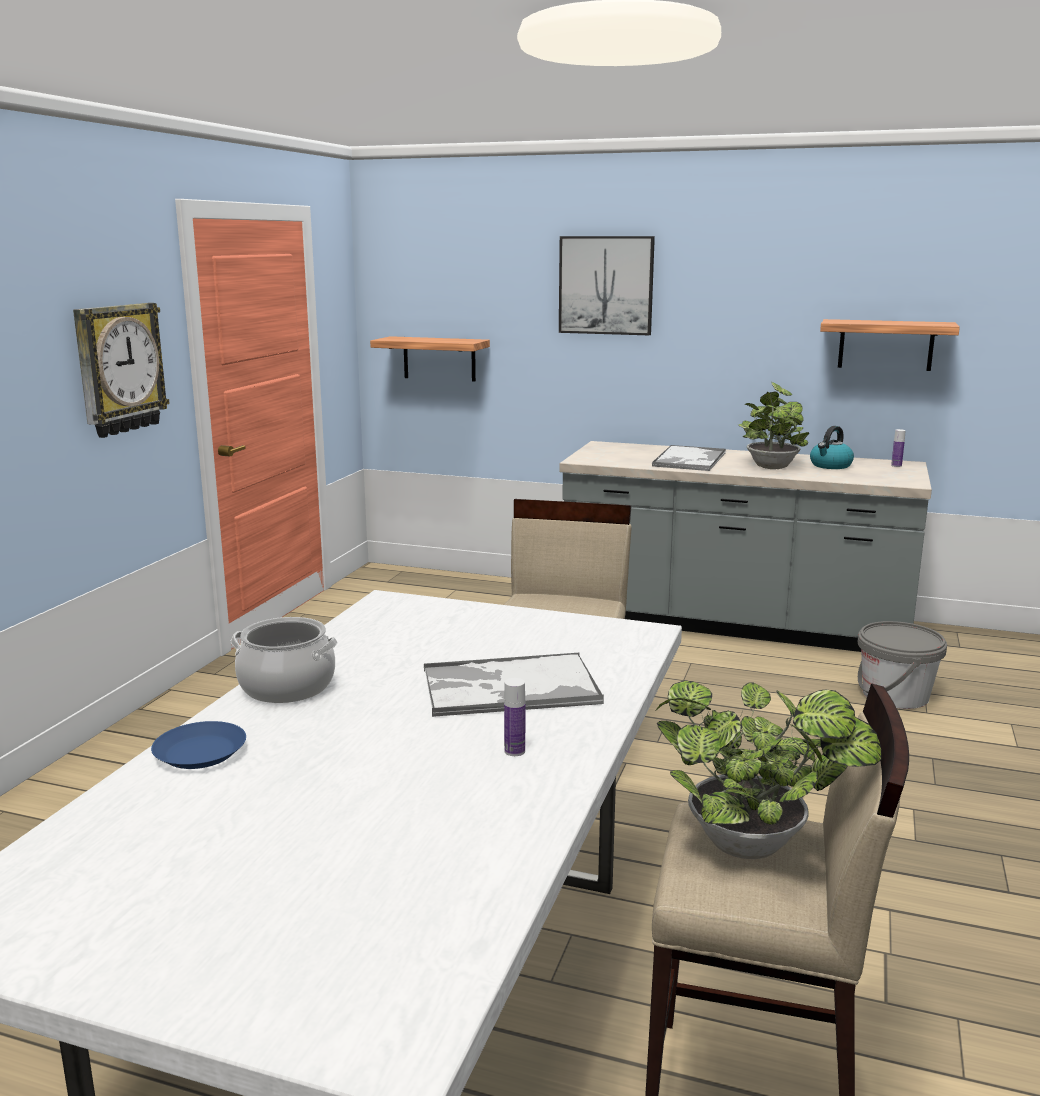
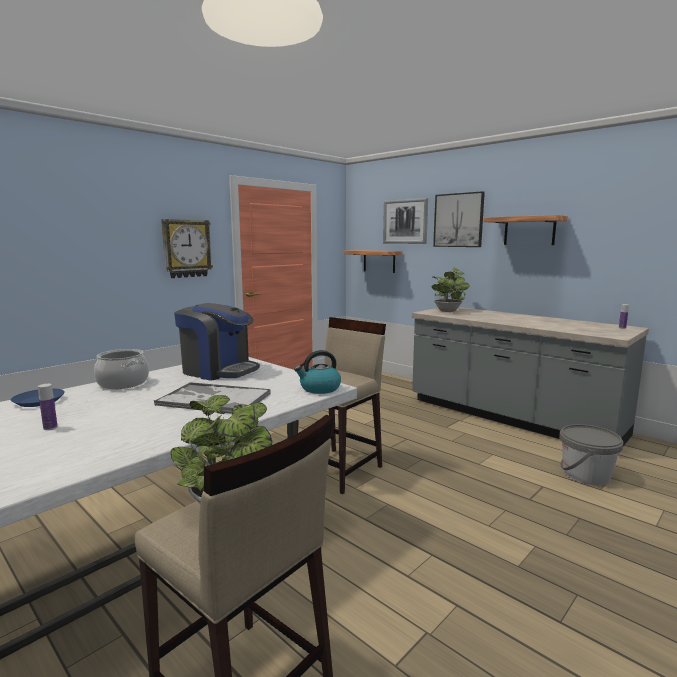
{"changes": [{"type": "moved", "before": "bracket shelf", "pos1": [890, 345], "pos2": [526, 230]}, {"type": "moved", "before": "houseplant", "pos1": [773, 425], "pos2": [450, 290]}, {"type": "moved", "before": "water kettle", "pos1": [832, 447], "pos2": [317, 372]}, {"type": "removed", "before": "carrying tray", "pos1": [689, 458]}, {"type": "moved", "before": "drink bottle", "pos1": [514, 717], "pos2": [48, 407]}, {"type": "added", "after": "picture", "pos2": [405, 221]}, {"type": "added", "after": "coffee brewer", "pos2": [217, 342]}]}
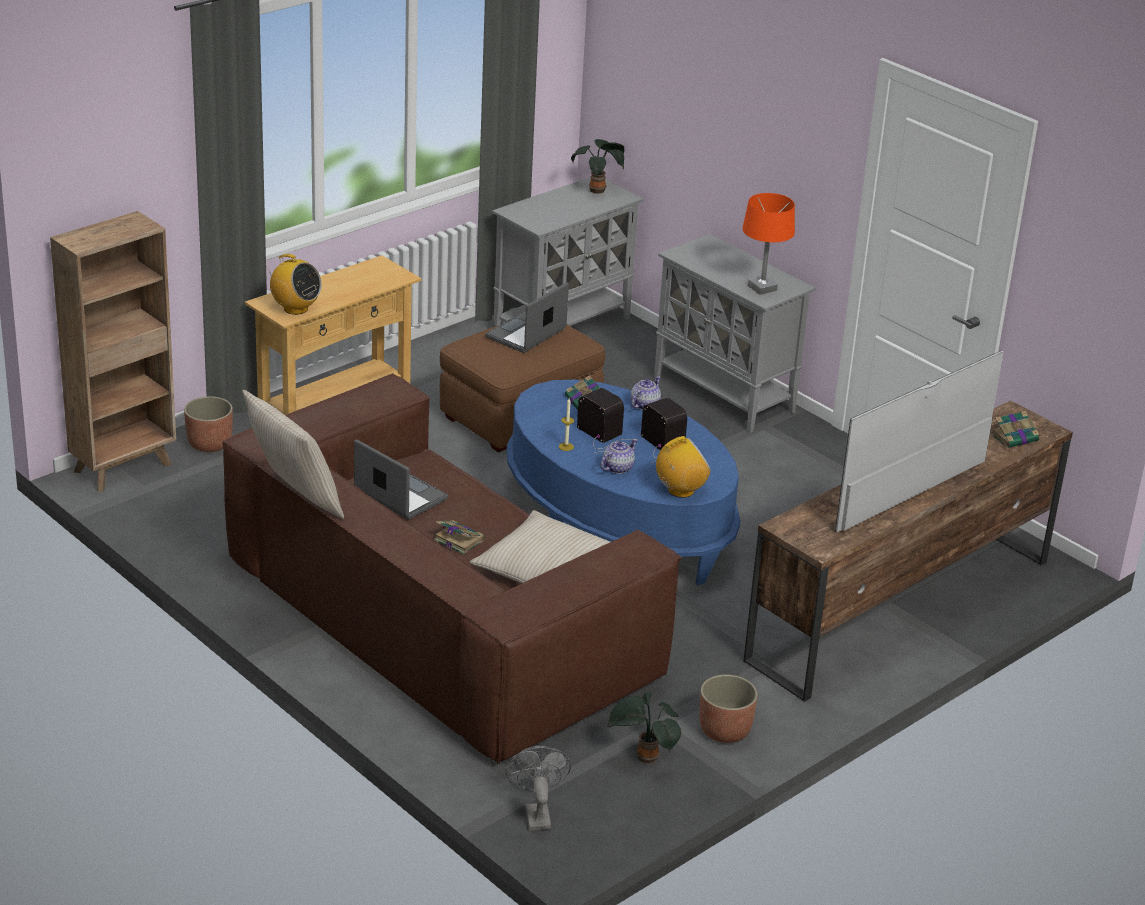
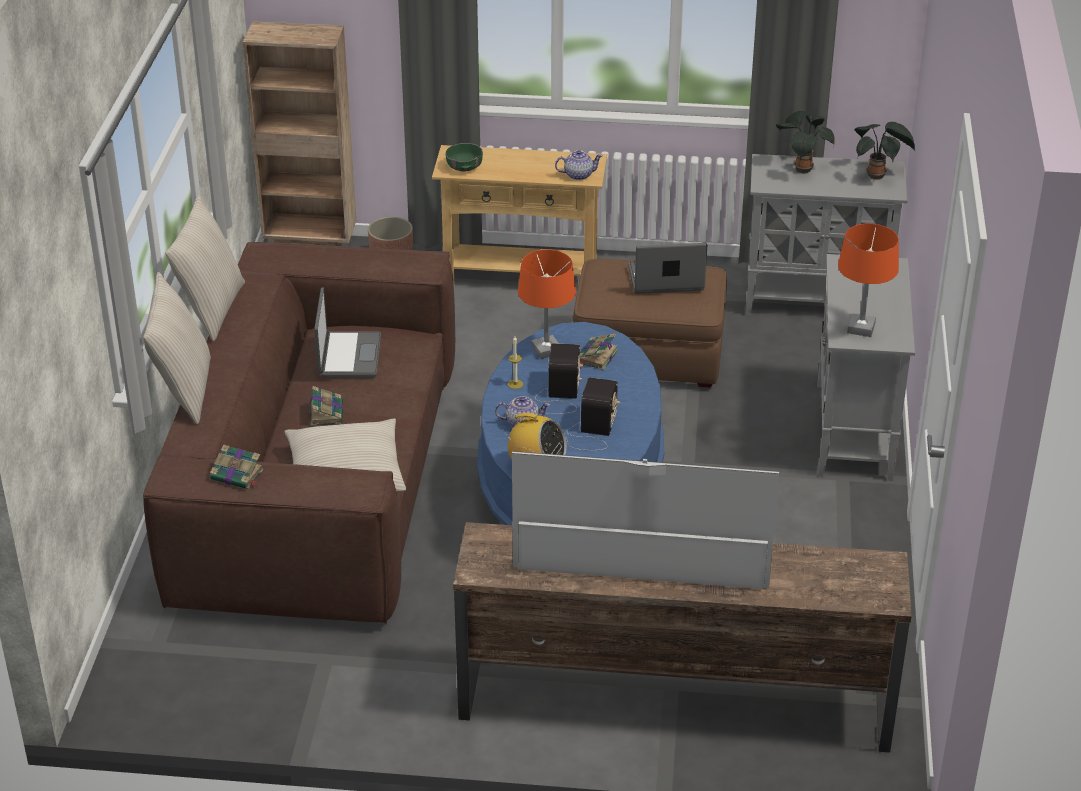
{"changes": [{"type": "replaced", "before": "radio set", "after": "greenish serving bowl", "pos1": [294, 284], "pos2": [464, 157]}, {"type": "moved", "before": "tea pot", "pos1": [646, 393], "pos2": [579, 165]}, {"type": "moved", "before": "bound book", "pos1": [1015, 429], "pos2": [237, 466]}, {"type": "removed", "before": "flower pot", "pos1": [728, 708]}, {"type": "moved", "before": "houseplant", "pos1": [644, 728], "pos2": [805, 142]}, {"type": "removed", "before": "greyish fan", "pos1": [538, 788]}, {"type": "added", "after": "orangey table lamp", "pos2": [547, 304]}, {"type": "added", "after": "beige-coloured cushion", "pos2": [177, 348]}]}
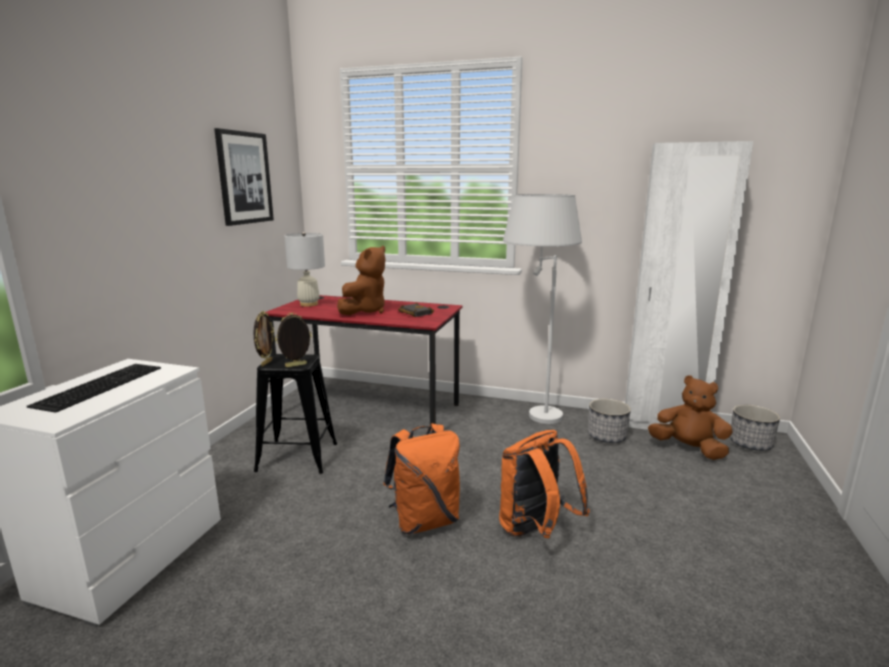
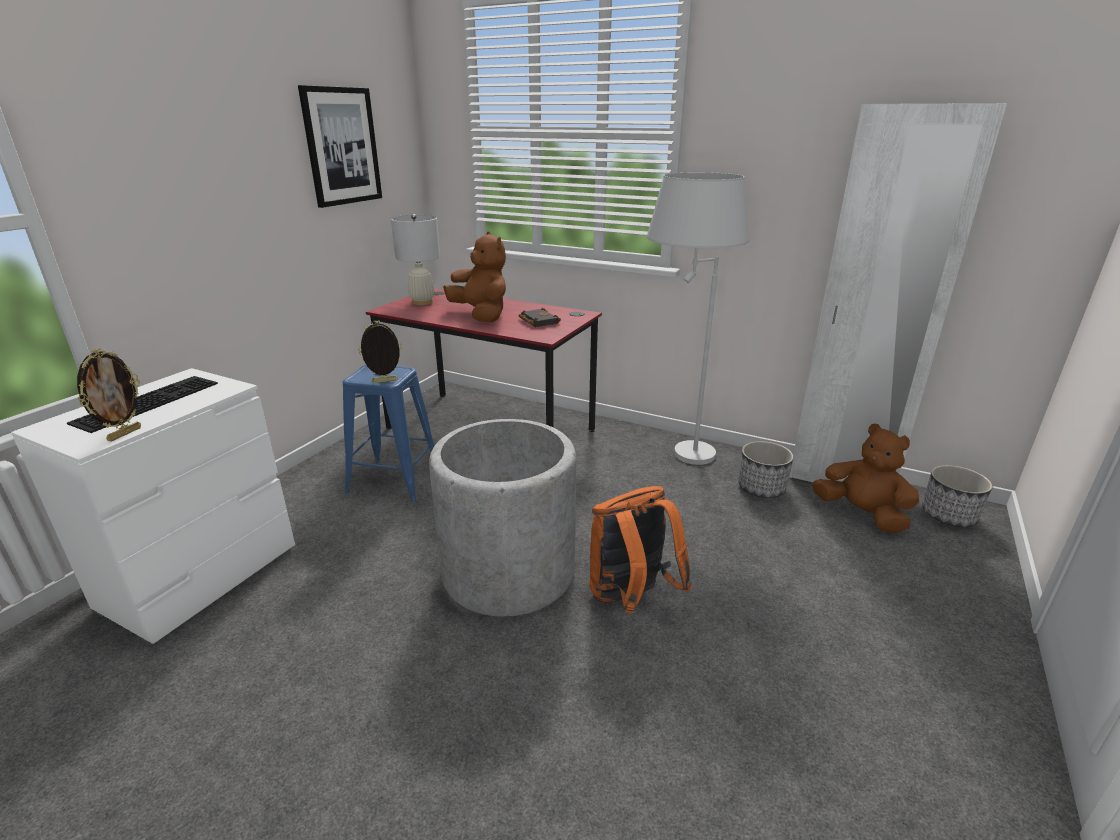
{"changes": [{"type": "turned", "before": "brown cuddly toy", "pos1": [361, 280], "pos2": [474, 276], "turn": -75}, {"type": "moved", "before": "photo frame", "pos1": [263, 339], "pos2": [109, 395]}, {"type": "recoloured", "before": "blackish stool", "after": "blue-coloured stool", "pos1": [295, 414], "pos2": [388, 433]}, {"type": "replaced", "before": "orangey backpack", "after": "greyish flower pot", "pos1": [421, 479], "pos2": [502, 518]}]}
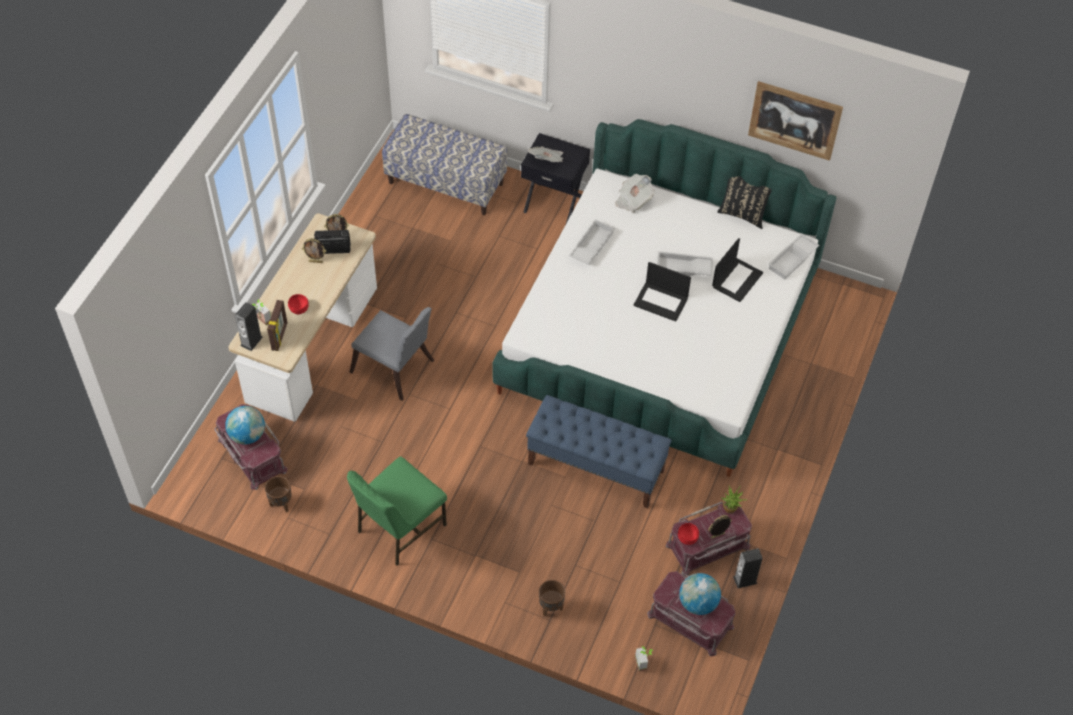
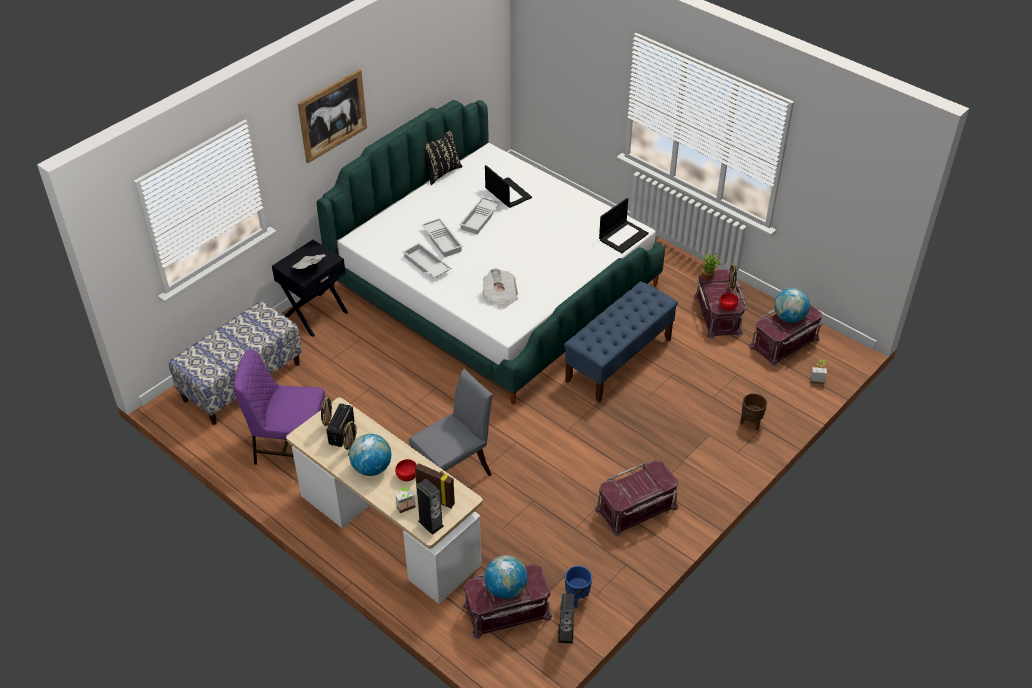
{"changes": [{"type": "moved", "before": "picture", "pos1": [795, 121], "pos2": [332, 116]}, {"type": "moved", "before": "newspaper", "pos1": [634, 193], "pos2": [500, 289]}, {"type": "moved", "before": "white carrying tray", "pos1": [794, 256], "pos2": [442, 237]}, {"type": "moved", "before": "portable computer", "pos1": [662, 291], "pos2": [624, 225]}, {"type": "replaced", "before": "greenish chair", "after": "red-coloured storage container", "pos1": [397, 511], "pos2": [636, 498]}, {"type": "recoloured", "before": "brown flower pot", "after": "blue-coloured flower pot", "pos1": [278, 494], "pos2": [578, 587]}, {"type": "moved", "before": "loudspeaker", "pos1": [748, 568], "pos2": [566, 618]}, {"type": "added", "after": "purple chair", "pos2": [279, 407]}, {"type": "added", "after": "globe", "pos2": [370, 455]}]}
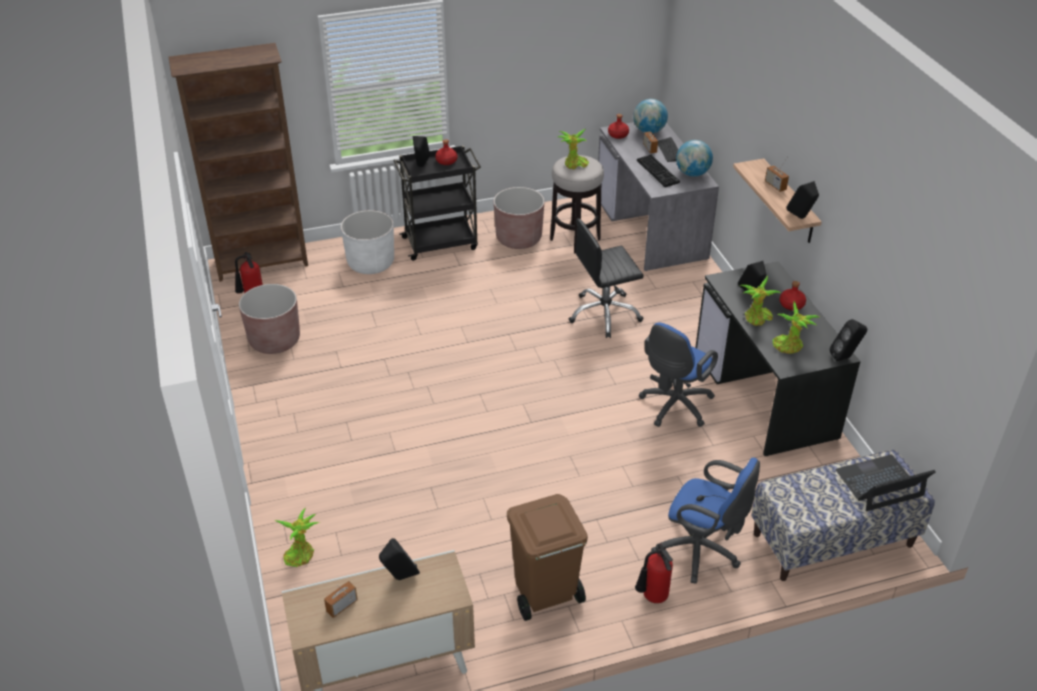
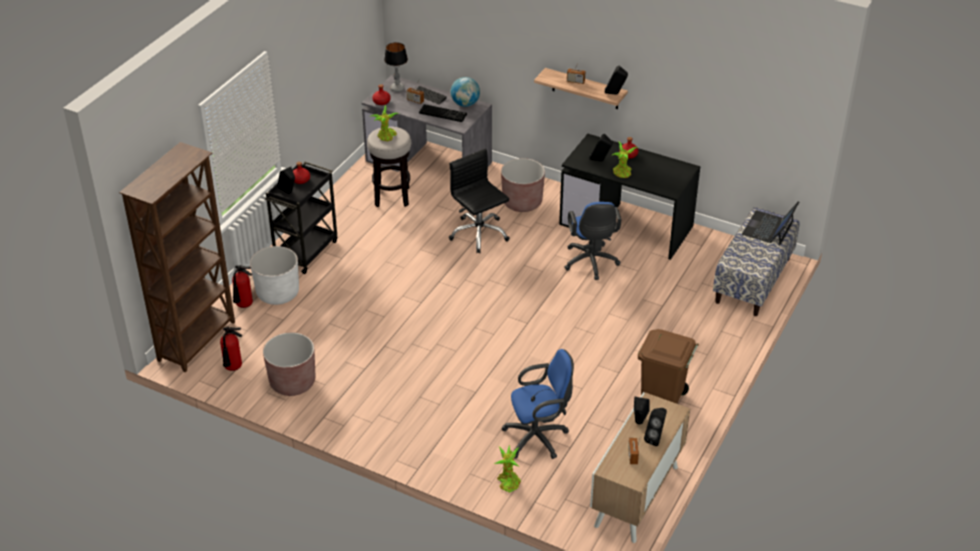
{"changes": [{"type": "replaced", "before": "globe", "after": "table lamp", "pos1": [650, 116], "pos2": [396, 67]}, {"type": "moved", "before": "brown flower pot", "pos1": [519, 218], "pos2": [523, 185]}, {"type": "turned", "before": "blackish desk chair", "pos1": [606, 278], "pos2": [479, 201], "turn": 120}, {"type": "removed", "before": "houseplant", "pos1": [796, 327]}, {"type": "moved", "before": "blackish loudspeaker", "pos1": [848, 340], "pos2": [655, 427]}, {"type": "moved", "before": "blue-coloured desk chair", "pos1": [705, 520], "pos2": [538, 404]}, {"type": "moved", "before": "fire extinguisher", "pos1": [654, 573], "pos2": [242, 286]}]}
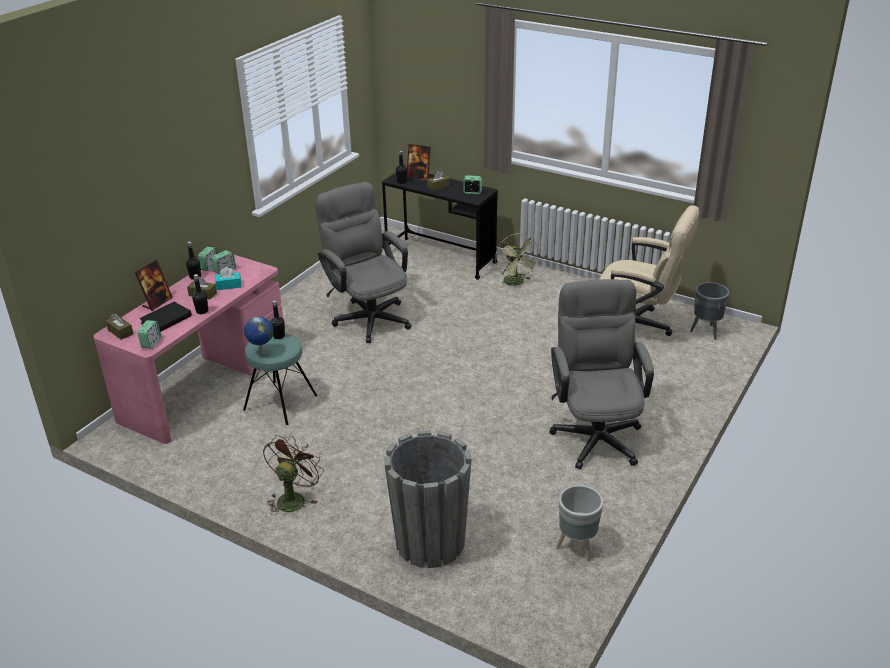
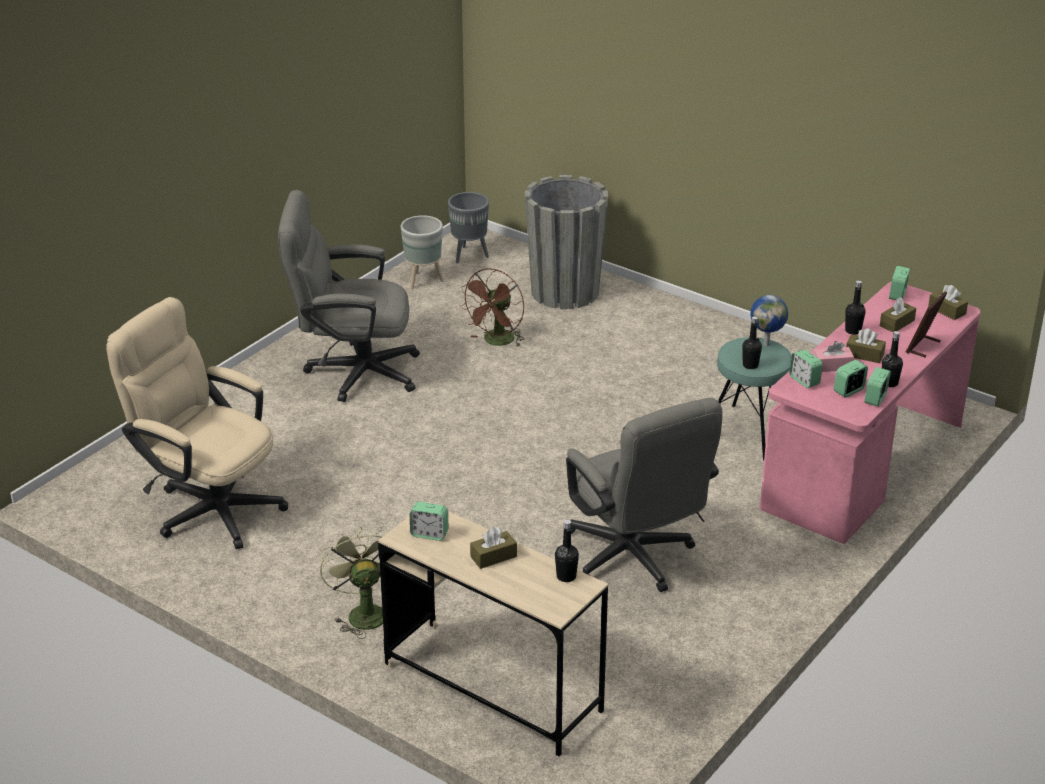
{"changes": [{"type": "removed", "before": "photo frame", "pos1": [419, 162]}, {"type": "recoloured", "before": "blackish desk", "after": "beige-coloured desk", "pos1": [440, 226], "pos2": [493, 629]}, {"type": "recoloured", "before": "blue-green tissue box", "after": "pinkish tissue box", "pos1": [228, 278], "pos2": [834, 356]}, {"type": "turned", "before": "greyish desk chair", "pos1": [601, 374], "pos2": [349, 296], "turn": 90}, {"type": "moved", "before": "greyish flower pot", "pos1": [709, 311], "pos2": [468, 227]}, {"type": "replaced", "before": "blackish bound book", "after": "brown tissue box", "pos1": [166, 317], "pos2": [898, 314]}, {"type": "moved", "before": "brown fan", "pos1": [293, 475], "pos2": [492, 307]}, {"type": "added", "after": "alarm clock", "pos2": [806, 369]}]}
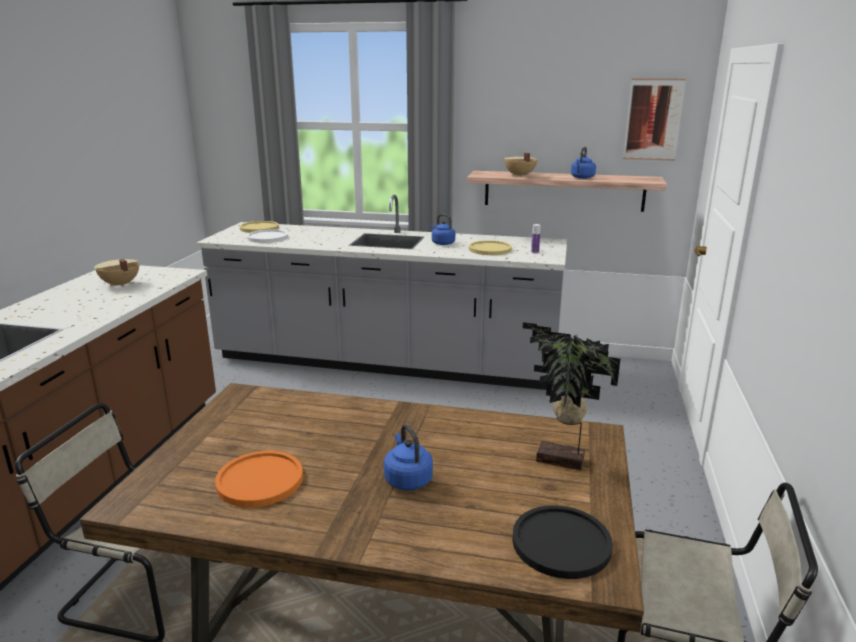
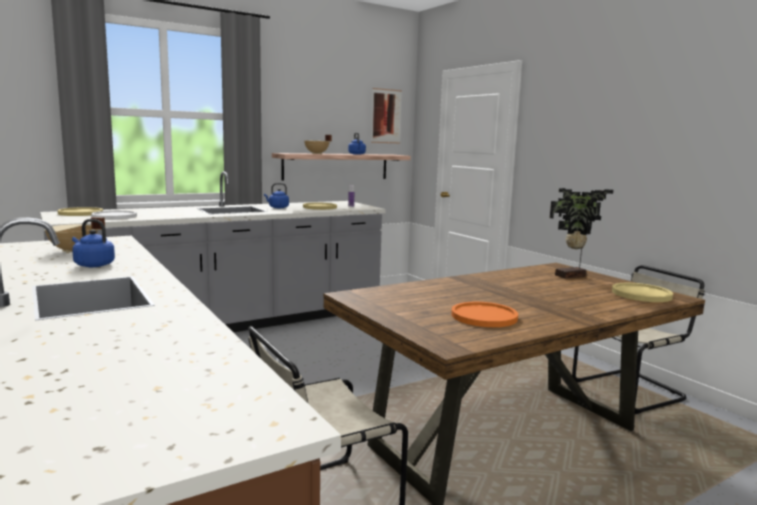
{"changes": [{"type": "moved", "before": "blue-coloured water kettle", "pos1": [408, 457], "pos2": [93, 243]}, {"type": "recoloured", "before": "blackish plate", "after": "yellow-coloured plate", "pos1": [562, 542], "pos2": [642, 292]}]}
